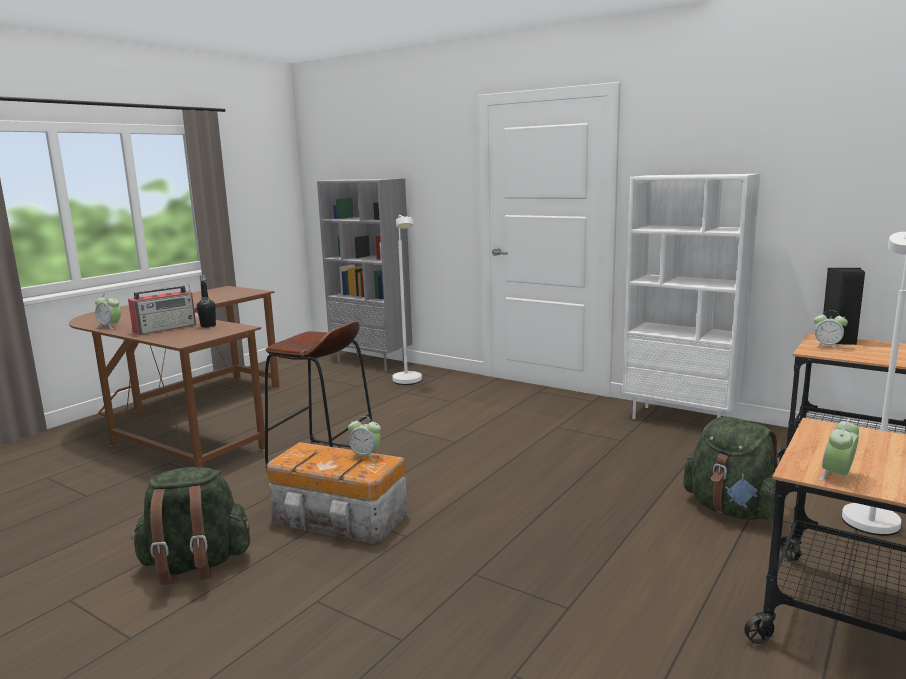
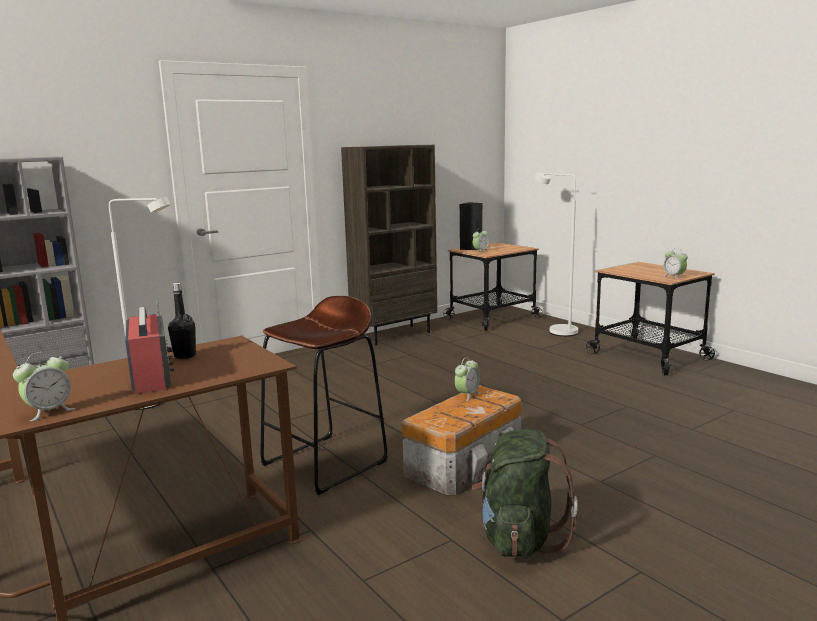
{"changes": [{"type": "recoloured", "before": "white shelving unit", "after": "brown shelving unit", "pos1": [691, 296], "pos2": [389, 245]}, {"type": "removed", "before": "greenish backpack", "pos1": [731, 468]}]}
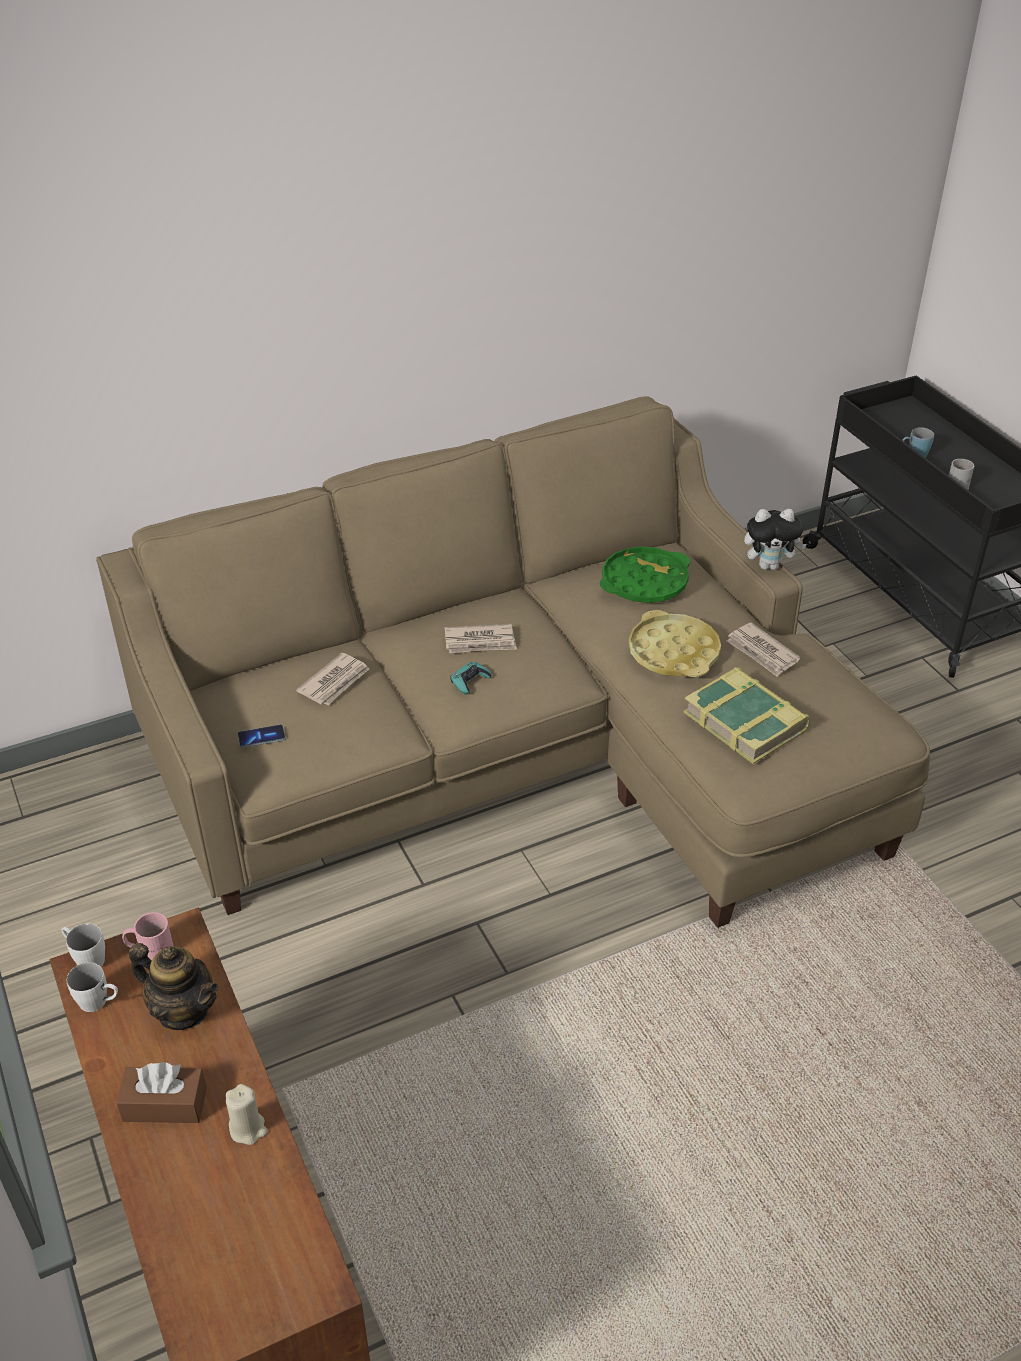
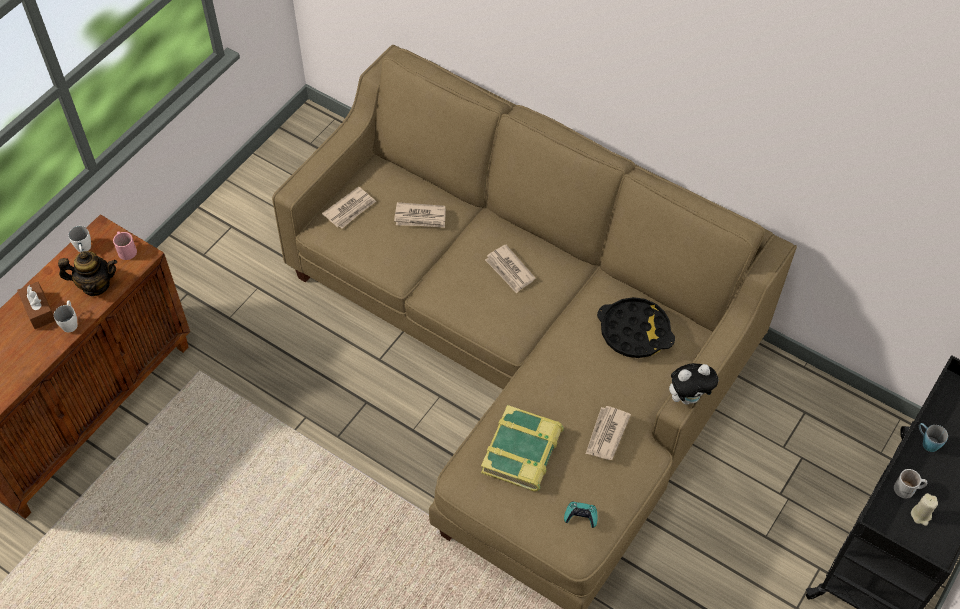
{"changes": [{"type": "turned", "before": "cuddly toy", "pos1": [775, 539], "pos2": [693, 384], "turn": -75}, {"type": "recoloured", "before": "greenish carrying tray", "after": "blackish carrying tray", "pos1": [645, 574], "pos2": [636, 327]}, {"type": "removed", "before": "yellow-coloured carrying tray", "pos1": [675, 643]}, {"type": "moved", "before": "blue-green joypad", "pos1": [471, 678], "pos2": [581, 515]}, {"type": "replaced", "before": "phone", "after": "newspaper", "pos1": [261, 736], "pos2": [349, 207]}, {"type": "moved", "before": "white coffee mug", "pos1": [83, 945], "pos2": [66, 316]}, {"type": "turned", "before": "tea pot", "pos1": [174, 986], "pos2": [87, 273], "turn": -90}, {"type": "moved", "before": "beige-coloured wax light", "pos1": [247, 1114], "pos2": [924, 509]}]}
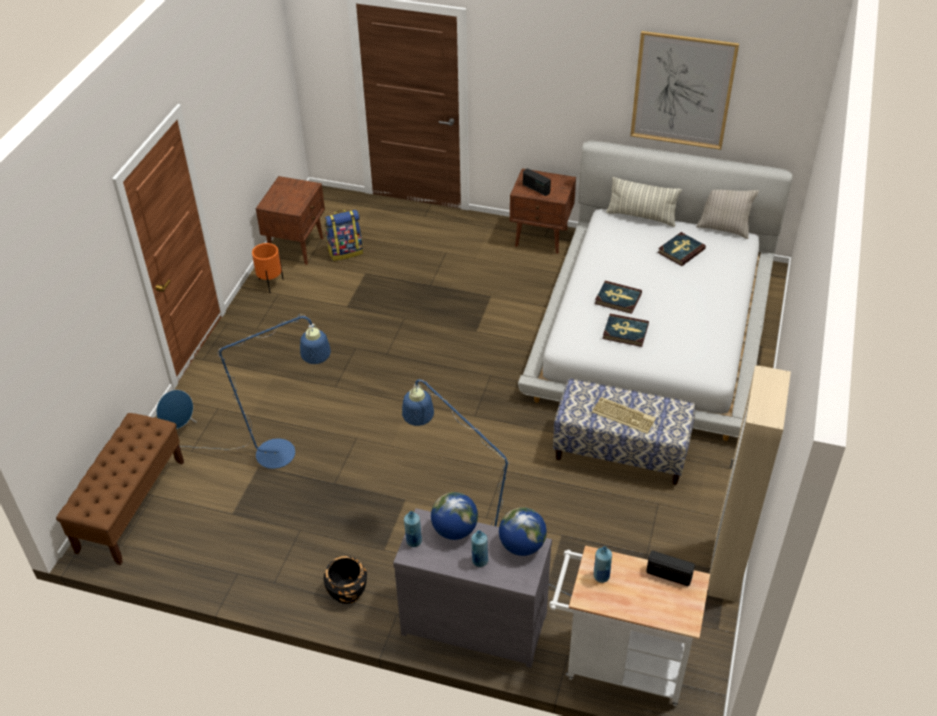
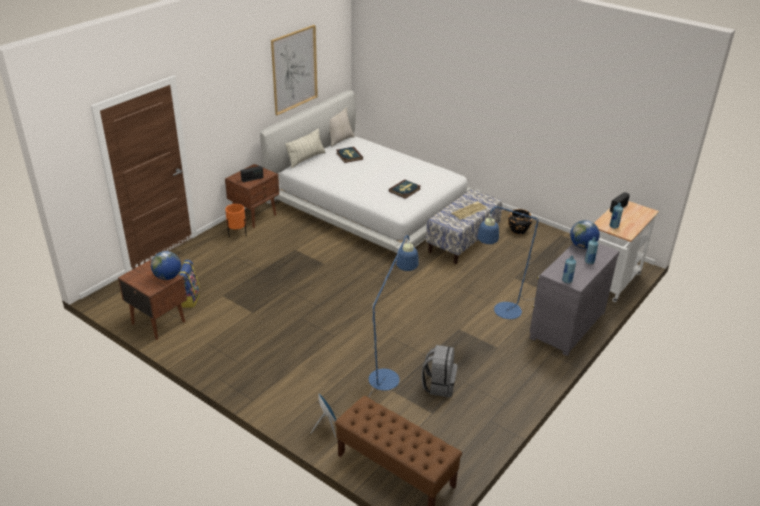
{"changes": [{"type": "moved", "before": "orangey flower pot", "pos1": [268, 268], "pos2": [236, 220]}, {"type": "removed", "before": "bound book", "pos1": [618, 297]}, {"type": "removed", "before": "beige-coloured armoire", "pos1": [749, 483]}, {"type": "moved", "before": "globe", "pos1": [454, 516], "pos2": [166, 265]}, {"type": "moved", "before": "blackish flower pot", "pos1": [345, 580], "pos2": [520, 222]}, {"type": "added", "after": "greyish backpack", "pos2": [439, 371]}]}
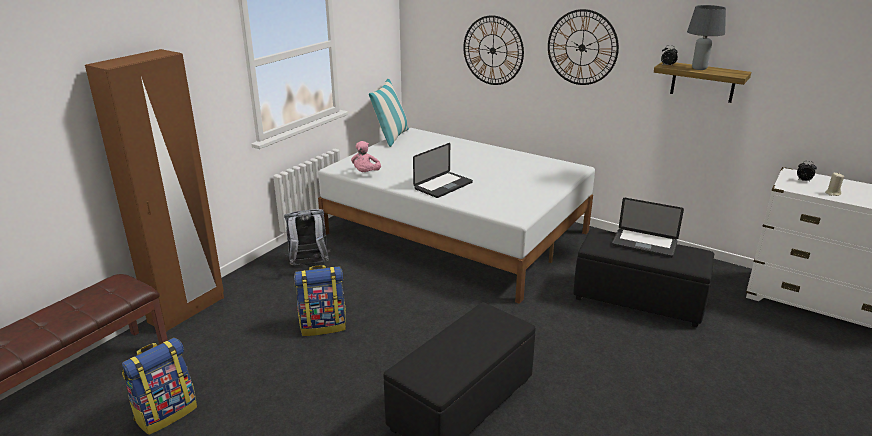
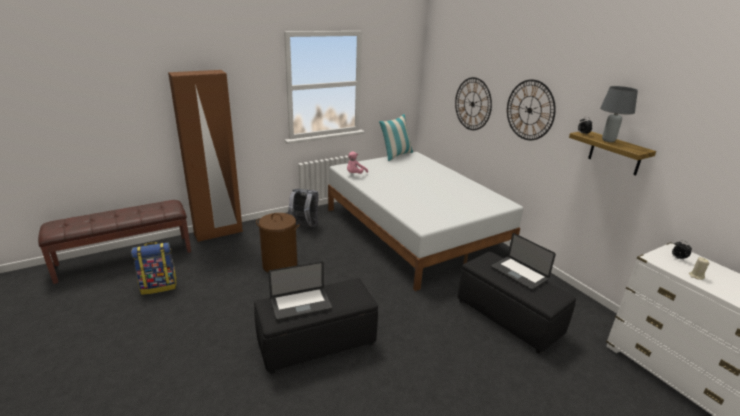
{"changes": [{"type": "moved", "before": "portable computer", "pos1": [443, 170], "pos2": [300, 291]}, {"type": "replaced", "before": "backpack", "after": "brown laundry basket", "pos1": [320, 300], "pos2": [278, 242]}]}
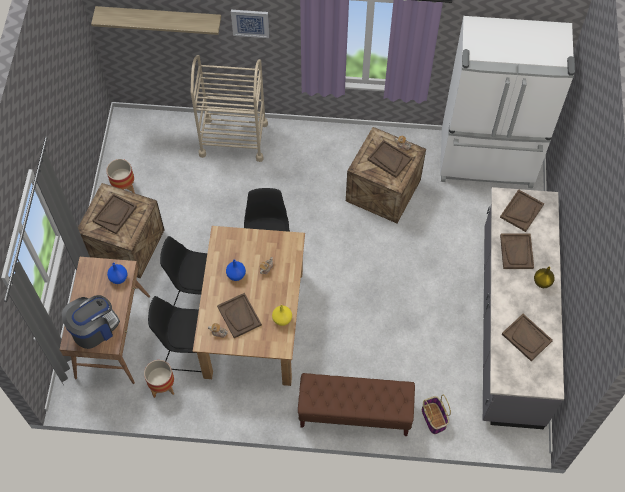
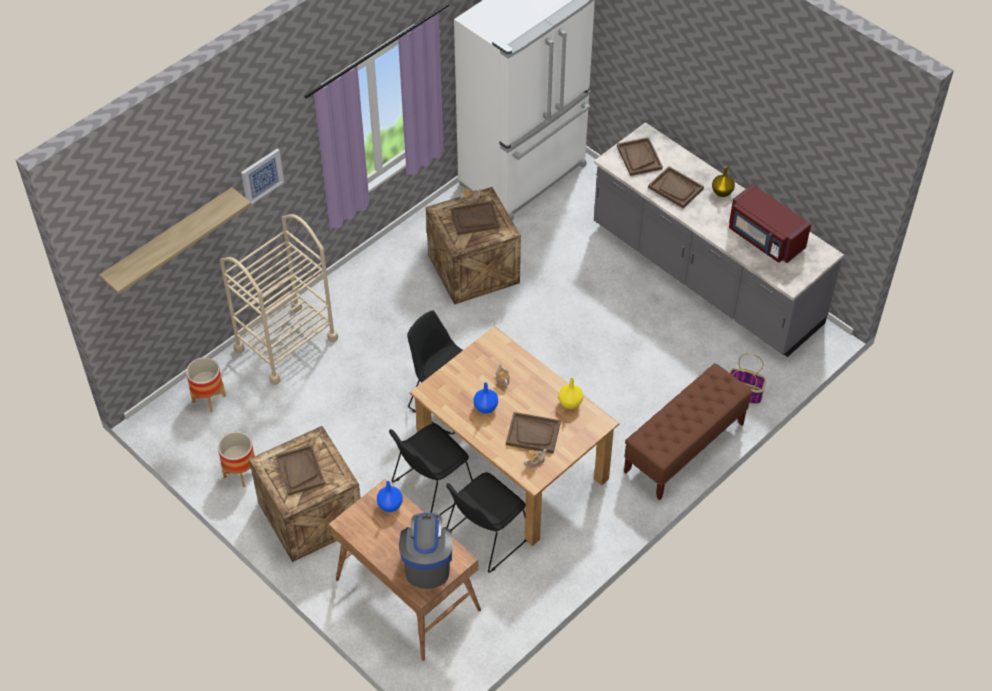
{"changes": [{"type": "replaced", "before": "brown carrying tray", "after": "red-coloured kitchen microwave", "pos1": [527, 337], "pos2": [770, 223]}, {"type": "moved", "before": "flower pot", "pos1": [159, 379], "pos2": [206, 385]}]}
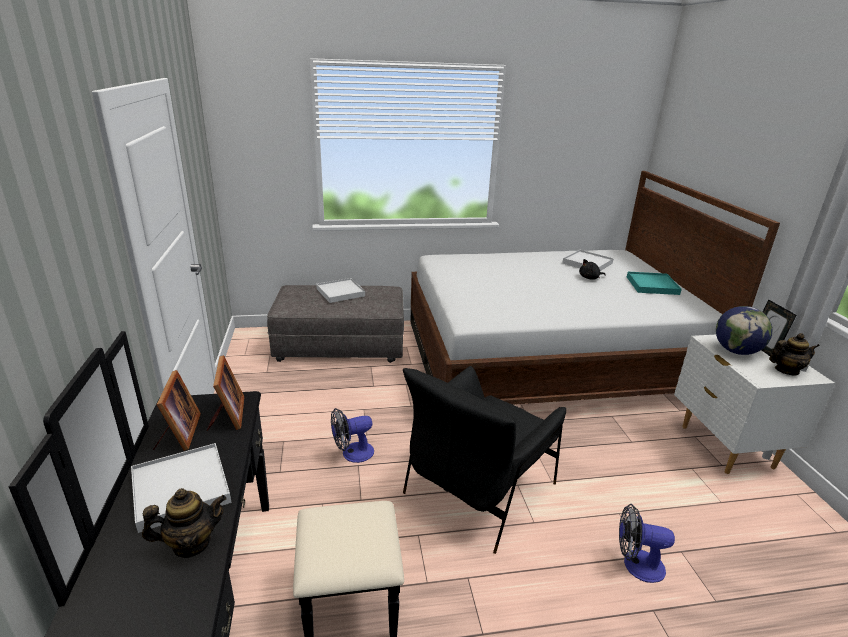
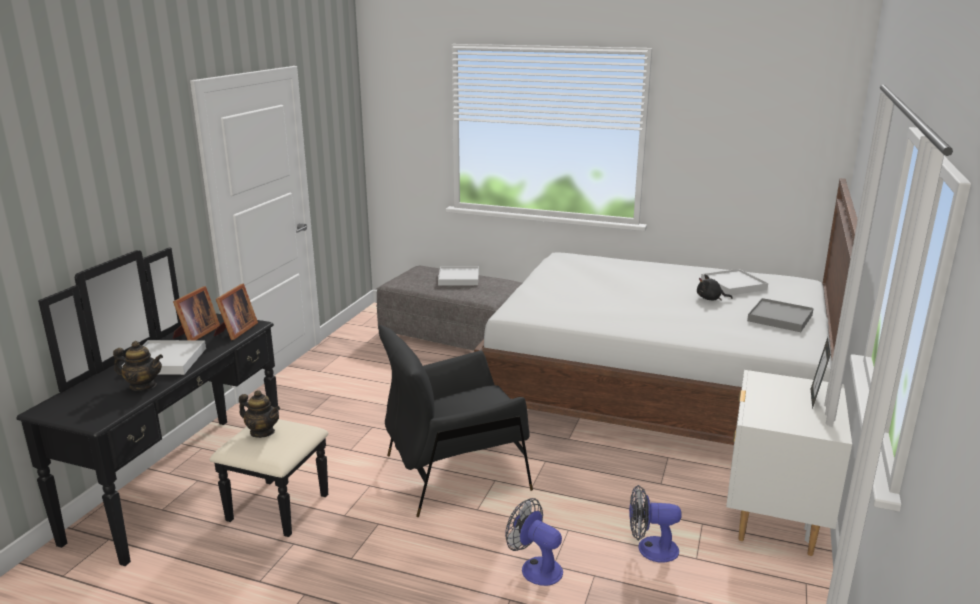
{"changes": [{"type": "recoloured", "before": "blue-green carrying tray", "after": "greyish carrying tray", "pos1": [654, 283], "pos2": [780, 315]}, {"type": "removed", "before": "globe", "pos1": [744, 330]}, {"type": "moved", "before": "tea pot", "pos1": [794, 354], "pos2": [259, 414]}, {"type": "moved", "before": "fan", "pos1": [352, 435], "pos2": [655, 523]}]}
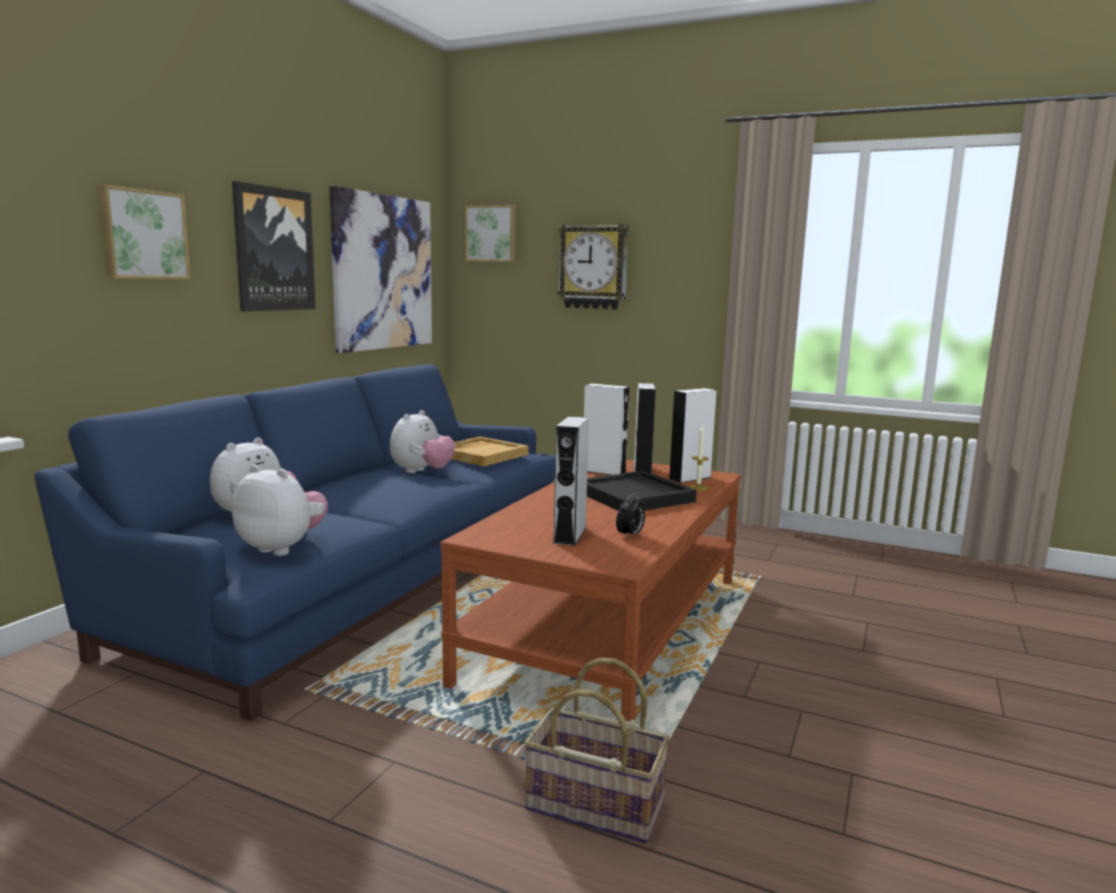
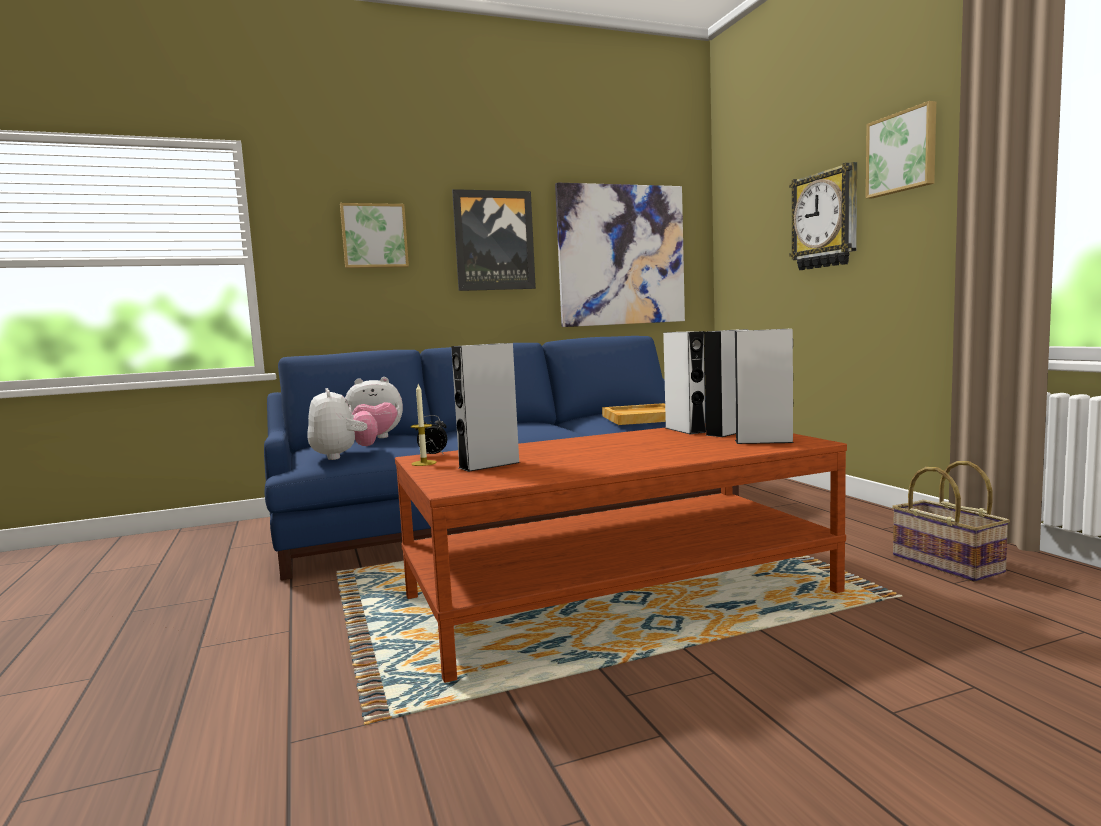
{"changes": [{"type": "moved", "before": "picture", "pos1": [490, 233], "pos2": [901, 149]}, {"type": "removed", "before": "cuddly toy", "pos1": [422, 441]}, {"type": "moved", "before": "wax light", "pos1": [698, 457], "pos2": [424, 425]}, {"type": "removed", "before": "blackish carrying tray", "pos1": [642, 491]}, {"type": "moved", "before": "alarm clock", "pos1": [630, 516], "pos2": [431, 435]}, {"type": "moved", "before": "household basket", "pos1": [597, 751], "pos2": [951, 521]}]}
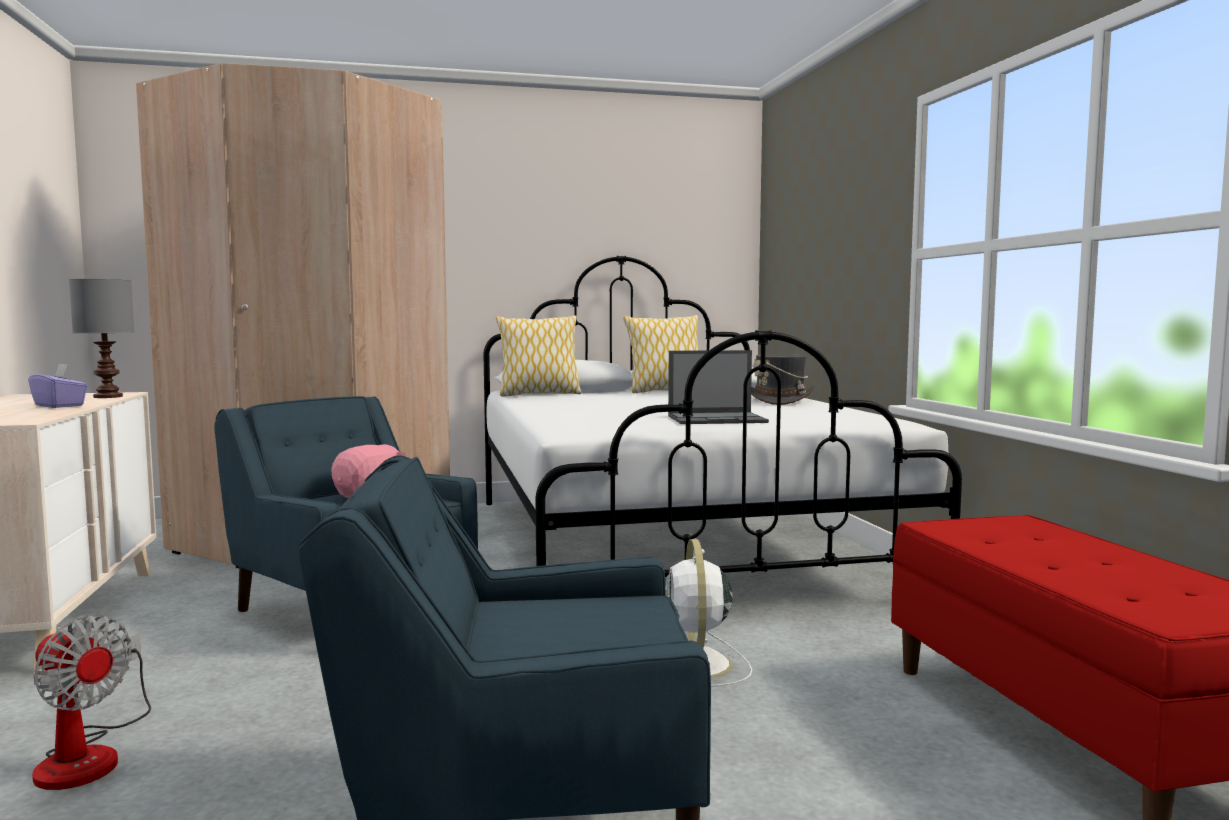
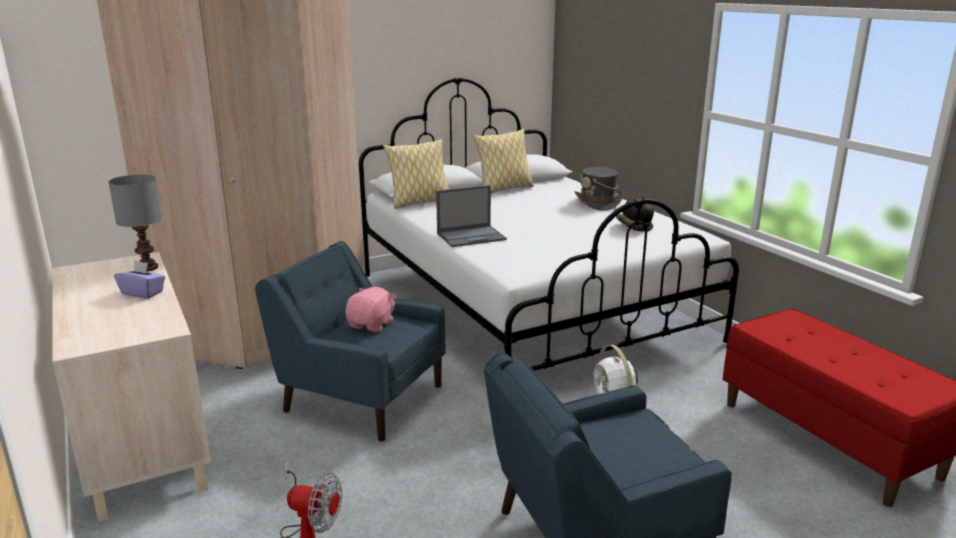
{"changes": [{"type": "moved", "before": "portable computer", "pos1": [718, 387], "pos2": [471, 216]}, {"type": "added", "after": "hat", "pos2": [635, 214]}]}
